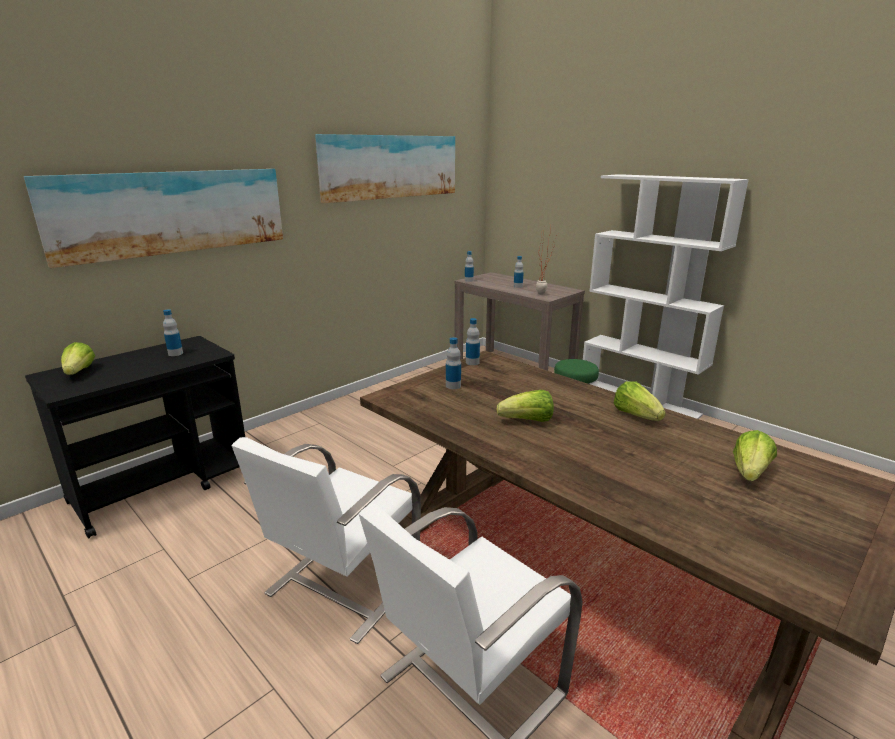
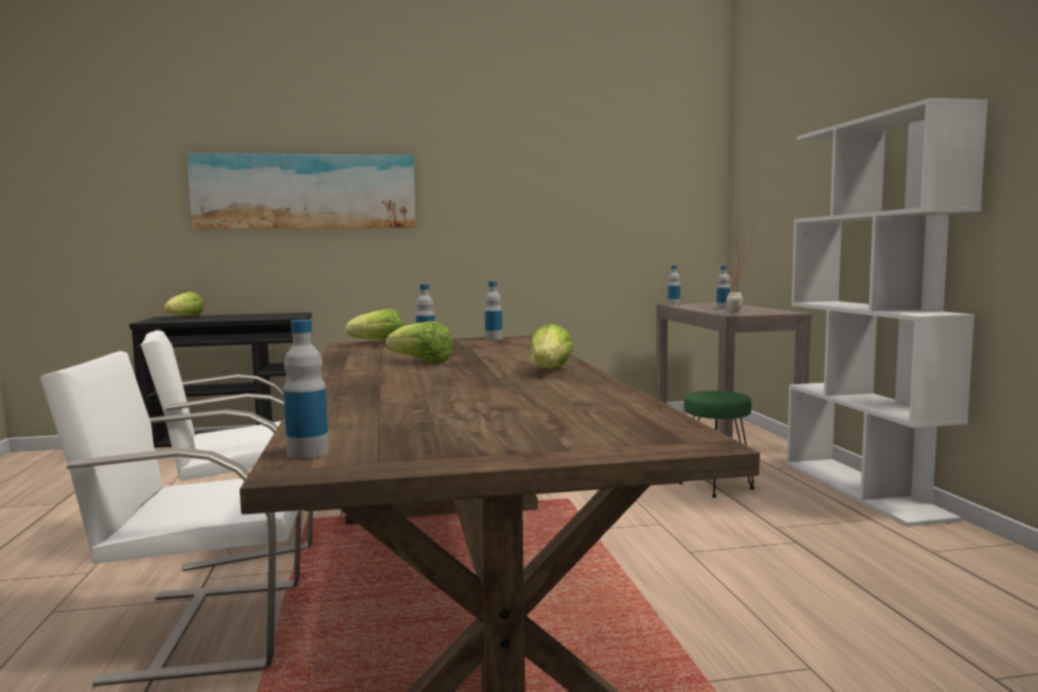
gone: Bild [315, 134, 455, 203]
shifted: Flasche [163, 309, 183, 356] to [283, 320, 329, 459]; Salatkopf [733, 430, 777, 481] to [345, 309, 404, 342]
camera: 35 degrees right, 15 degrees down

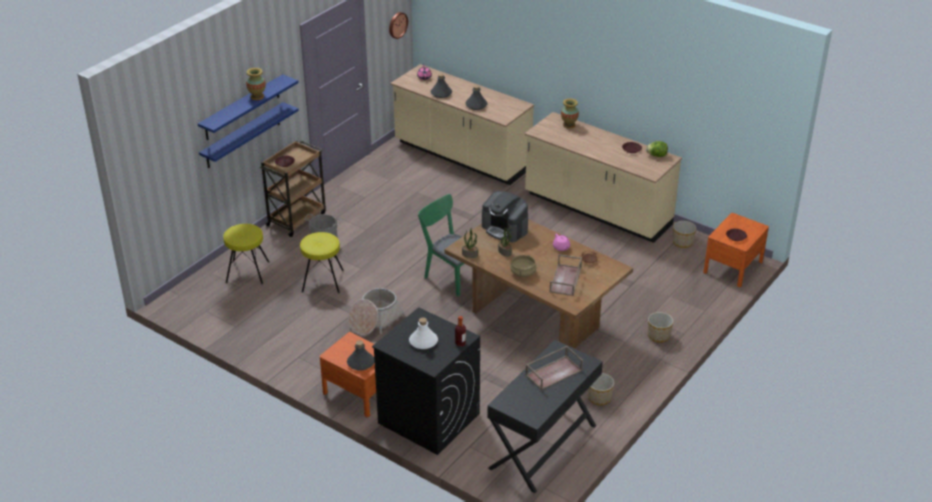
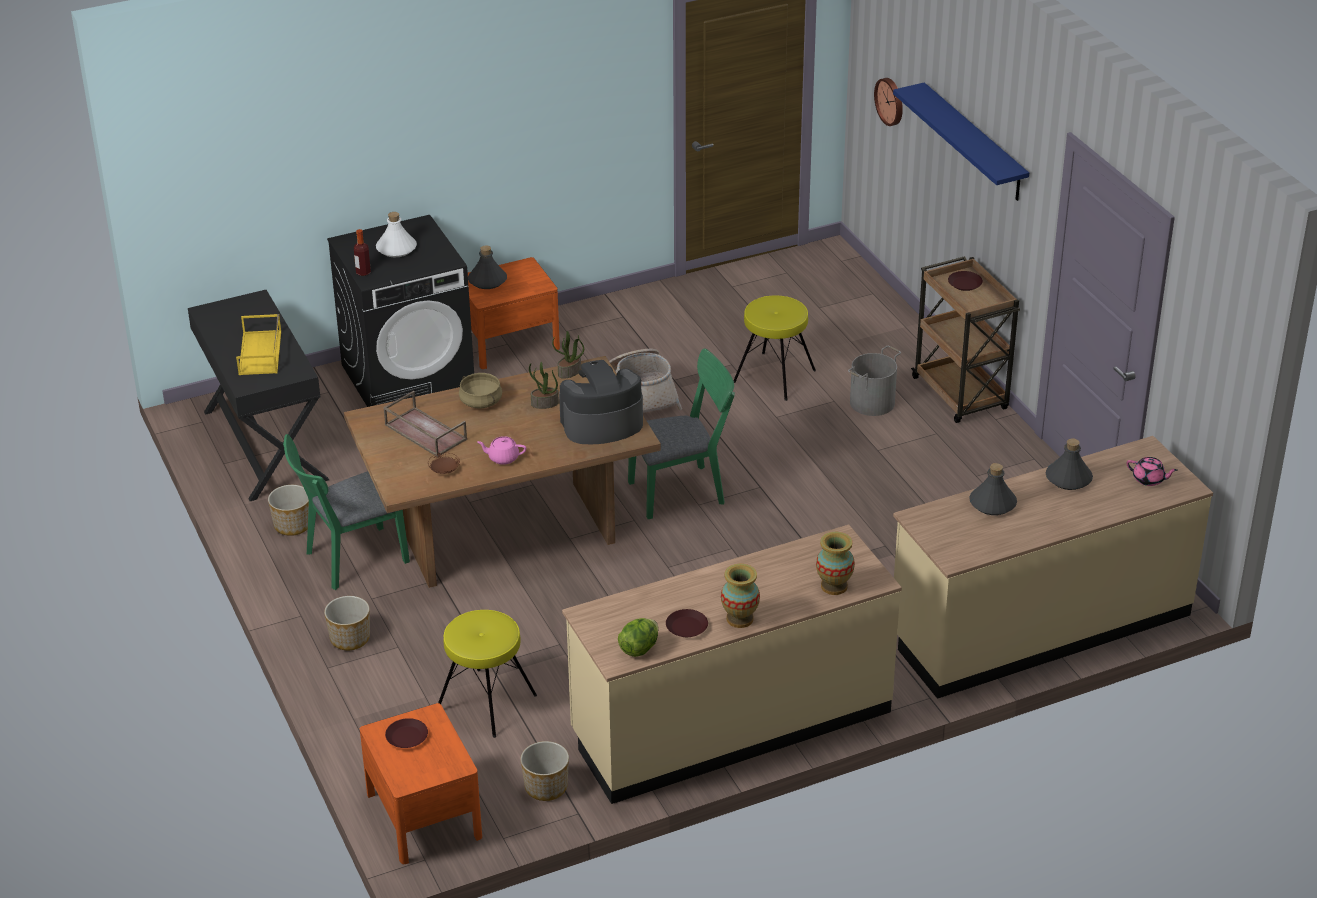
gone: Wandregal (blau) [199, 102, 299, 168]
new: Stuhl (grün) [283, 434, 410, 590]
shifted: Hocker (gelb) [223, 224, 269, 284] to [438, 610, 537, 738]; Vase [246, 68, 266, 100] to [721, 564, 760, 628]; Wanduhr [389, 12, 408, 39] to [874, 78, 903, 126]
repainted: Tablett (braun) [526, 346, 583, 390] to Tablett (gelb) [236, 314, 281, 375]
camera: 120 degrees right, 0 degrees up

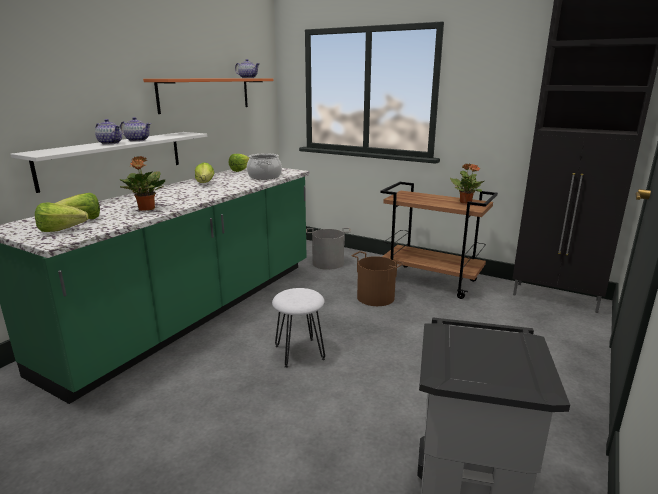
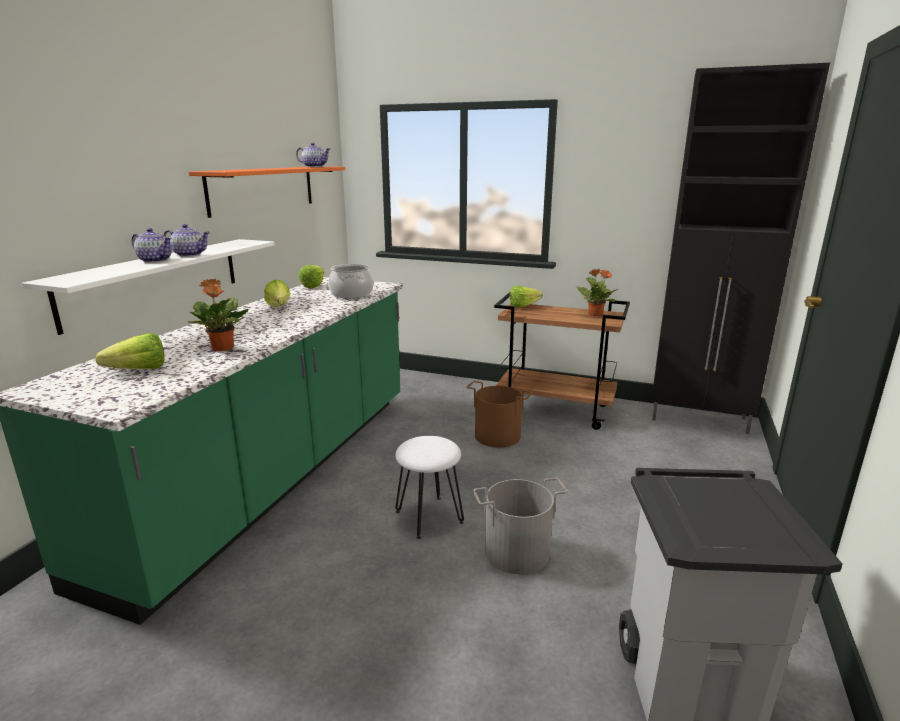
shifted: Salatkopf [35, 202, 88, 232] to [510, 286, 542, 307]; Eimer (grau) [306, 228, 351, 270] to [473, 478, 568, 574]
camera: 10 degrees left, 0 degrees up

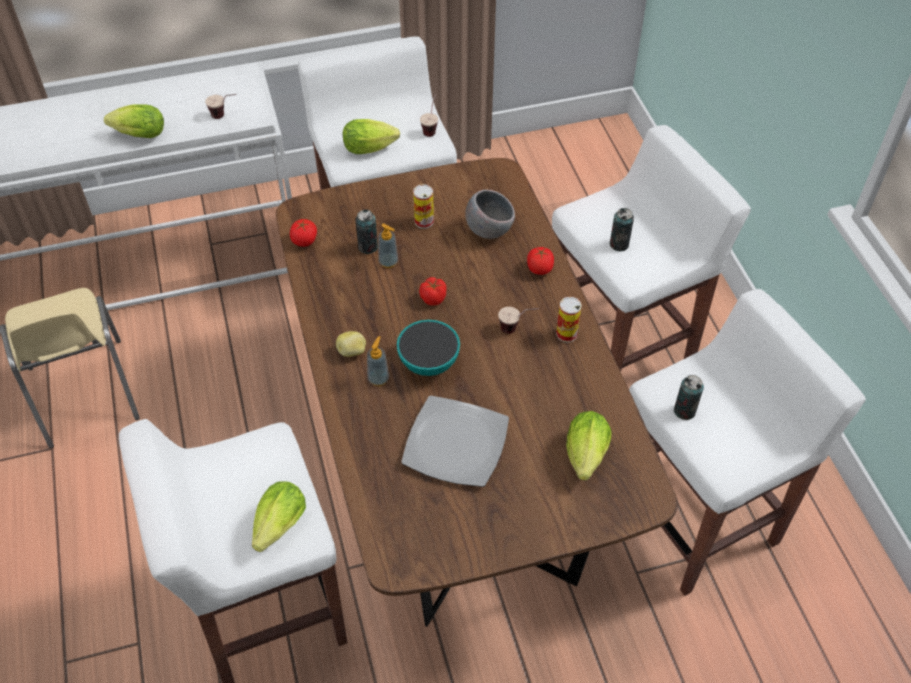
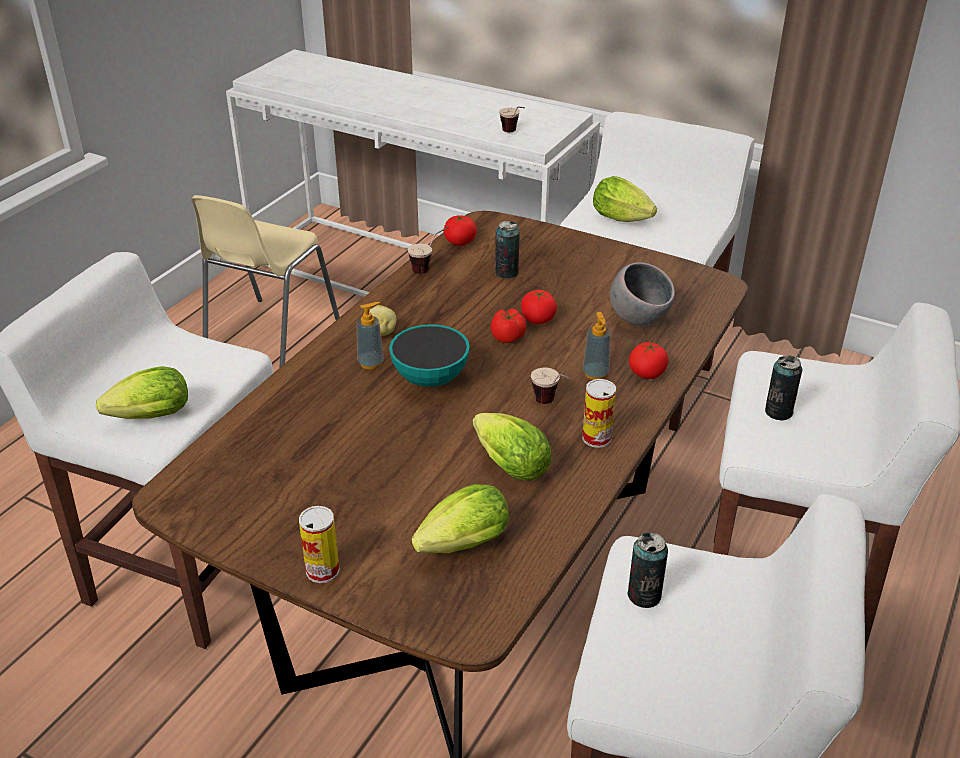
gone: Teller [401, 396, 509, 487]
new: Tomate [521, 290, 557, 324]
shifted: Salatkopf [104, 104, 164, 138] to [473, 413, 551, 481]; Seifenspender [378, 223, 398, 268] to [583, 312, 611, 380]; Dose [413, 184, 434, 229] to [299, 506, 340, 583]; Tasse [420, 94, 438, 137] to [408, 227, 448, 274]
camera: 45 degrees right, 15 degrees down

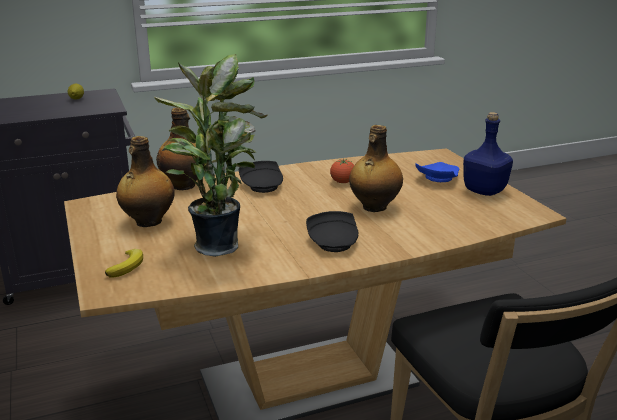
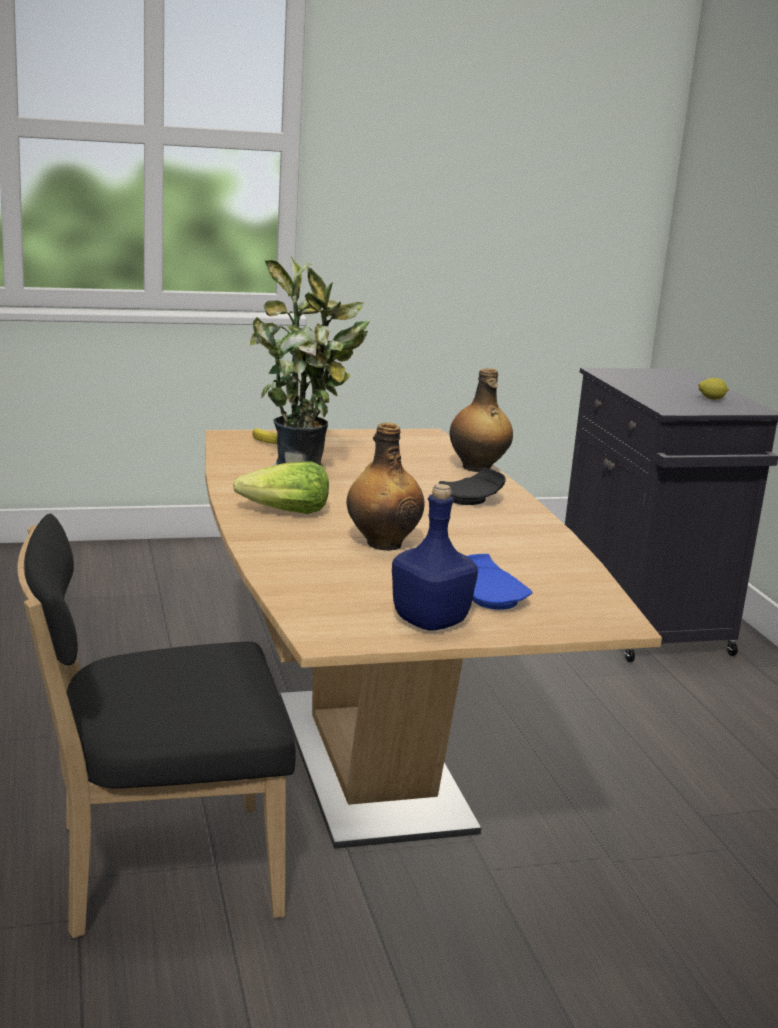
gone: Flasche [116, 136, 175, 227]; Tomate [330, 159, 354, 183]
swapped: Teller (schwarz) [306, 211, 358, 252] to Salatkopf [233, 461, 329, 514]
camera: 95 degrees right, 5 degrees down

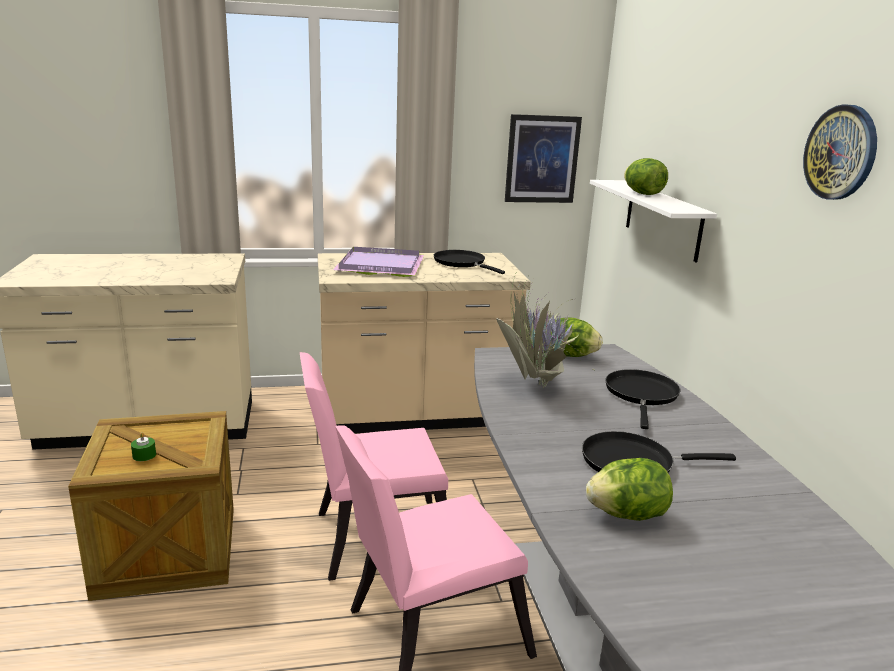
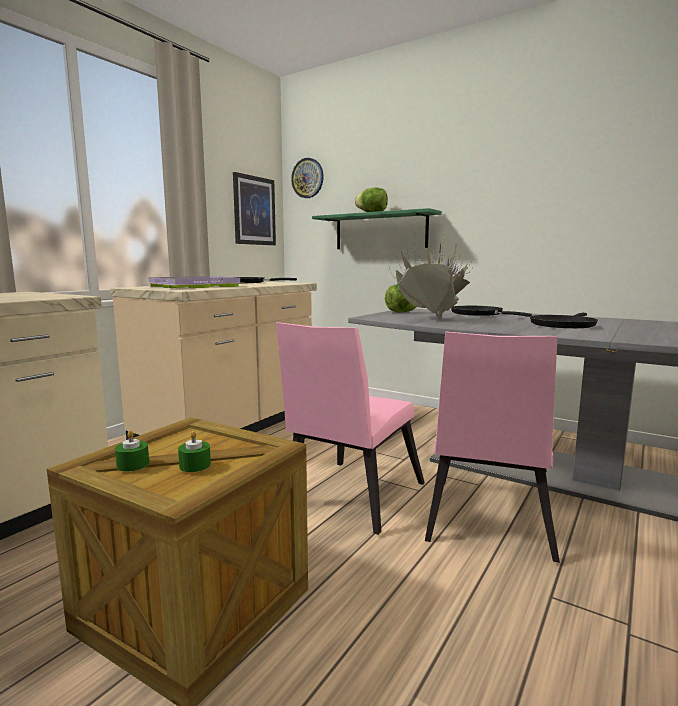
gone: Salatkopf [586, 458, 673, 521]
new: Kerze (grün) [115, 430, 149, 472]
shifted: Wanduhr [803, 104, 877, 200] to [291, 158, 324, 198]
repainted: Wandregal (weiß) [590, 180, 717, 262] to Wandregal (grün) [312, 208, 442, 249]
camera: 45 degrees left, 10 degrees down

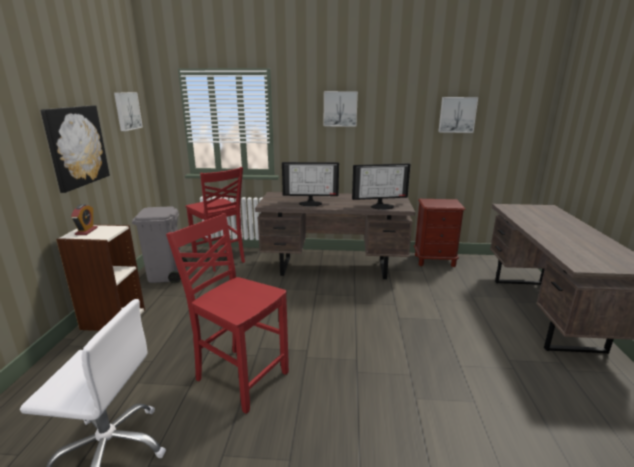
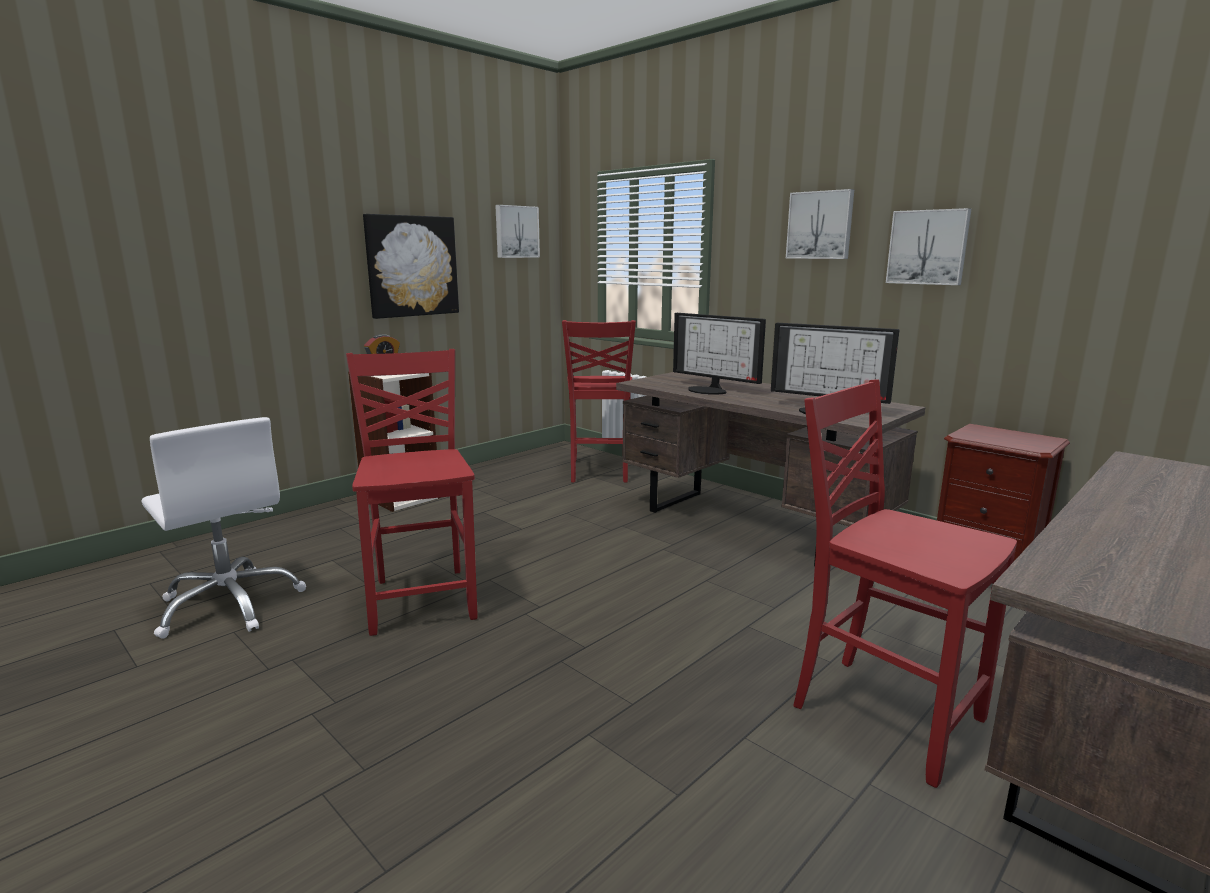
gone: Mülleimer (grau) [132, 207, 188, 283]
new: Stuhl (rot) [793, 379, 1017, 788]
shifted: Bild [438, 97, 478, 133] to [886, 208, 971, 285]
camera: 40 degrees right, 5 degrees down

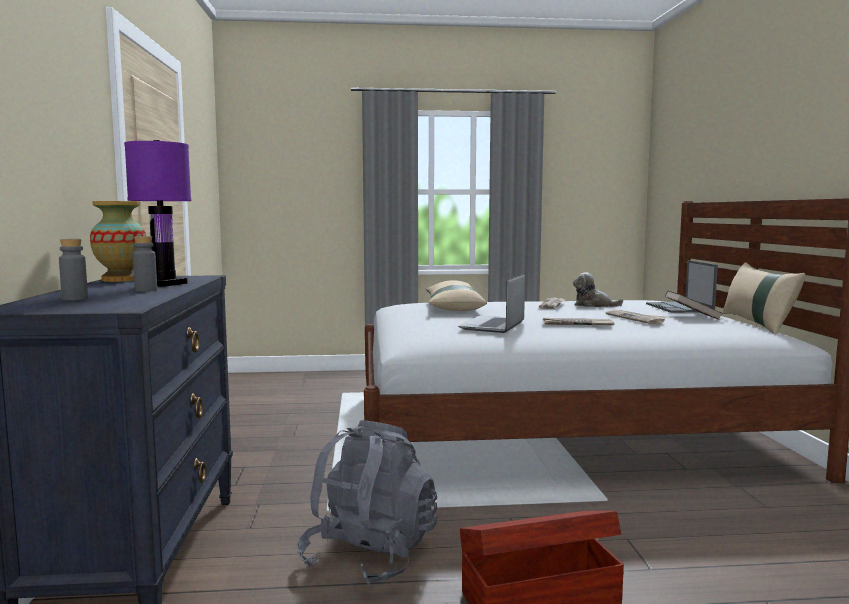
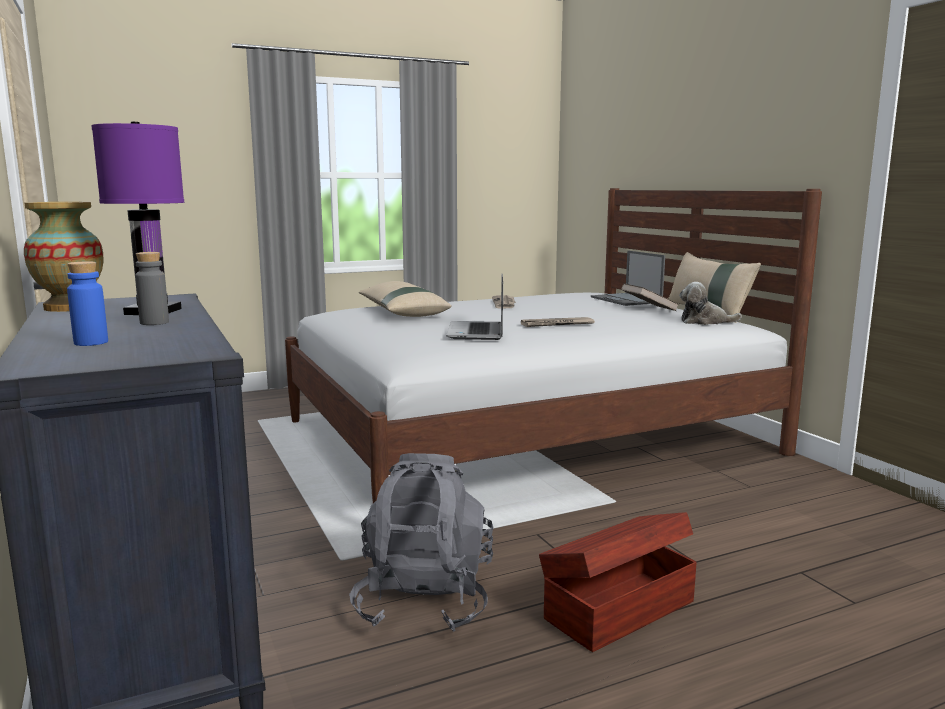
gone: Zeitung [606, 310, 667, 324]
shifted: Plüschtier [573, 272, 623, 307] to [679, 282, 742, 325]
repainted: Flasche (grau) [59, 239, 88, 301] to Flasche (blau) [67, 261, 108, 346]
camera: 20 degrees left, 5 degrees up

